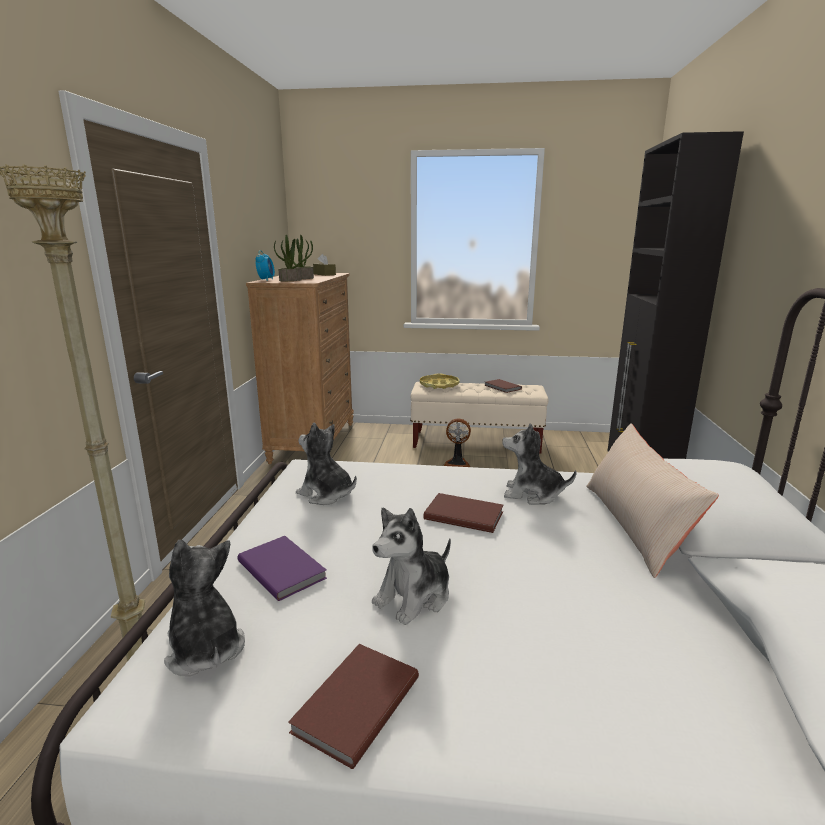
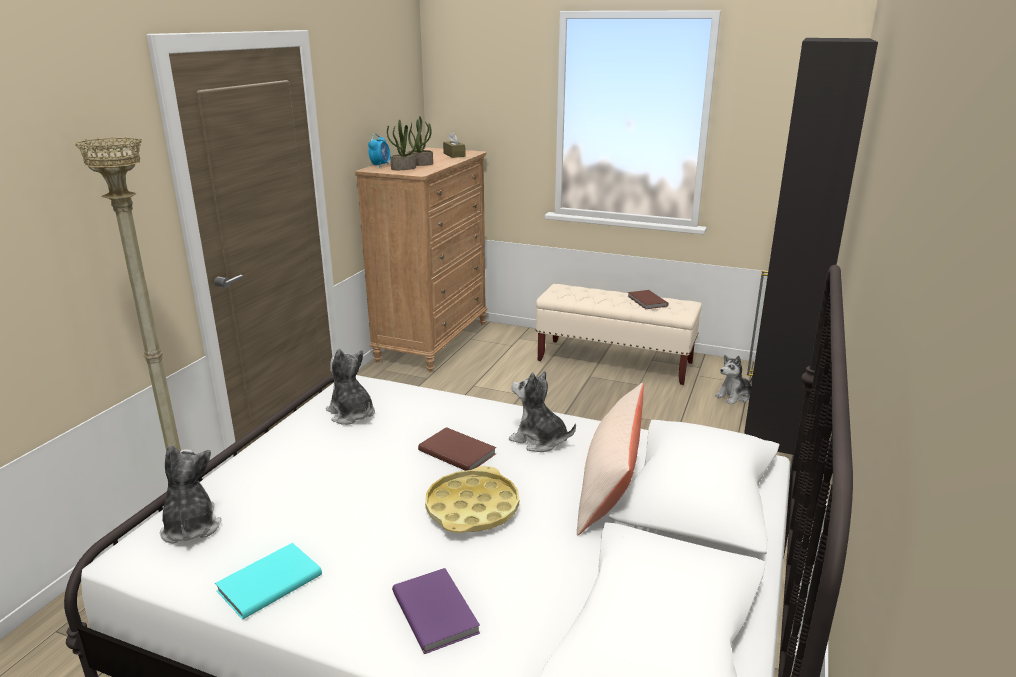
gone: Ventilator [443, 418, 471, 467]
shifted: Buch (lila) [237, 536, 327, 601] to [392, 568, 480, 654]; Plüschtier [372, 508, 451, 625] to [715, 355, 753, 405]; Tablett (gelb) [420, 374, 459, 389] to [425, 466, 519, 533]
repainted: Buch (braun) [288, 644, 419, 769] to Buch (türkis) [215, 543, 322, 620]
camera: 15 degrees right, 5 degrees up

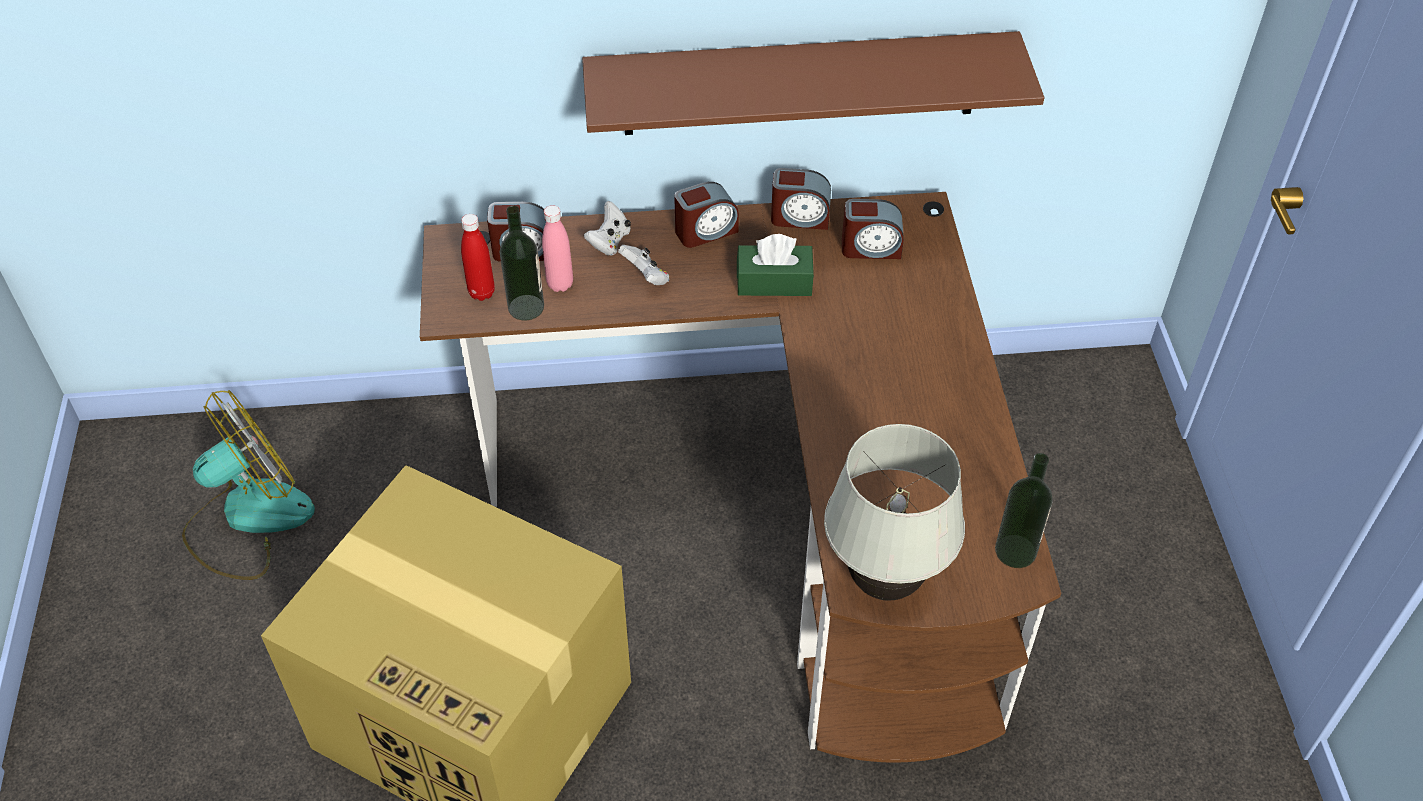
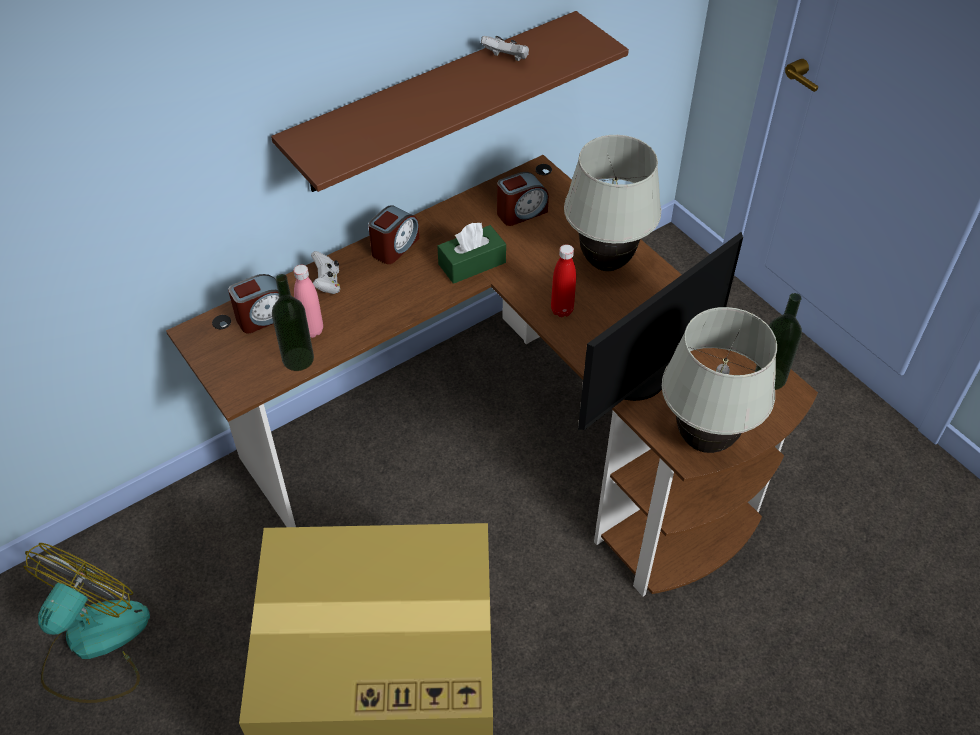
gone: Wecker [771, 168, 831, 230]
new: Tischlampe (weiß) [564, 135, 661, 271]; Monitor [578, 232, 743, 430]
shifted: Flasche (rot) [461, 214, 495, 301] to [551, 244, 576, 317]; Gamepad (weiß) [618, 245, 669, 285] to [481, 36, 529, 61]
camera: 30 degrees left, 0 degrees up

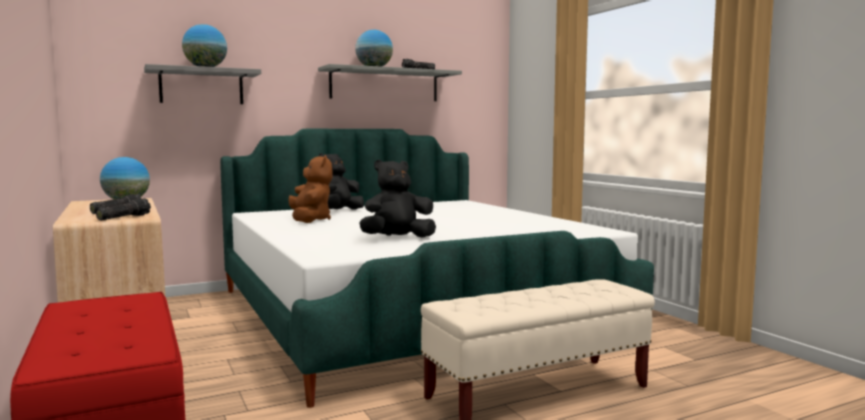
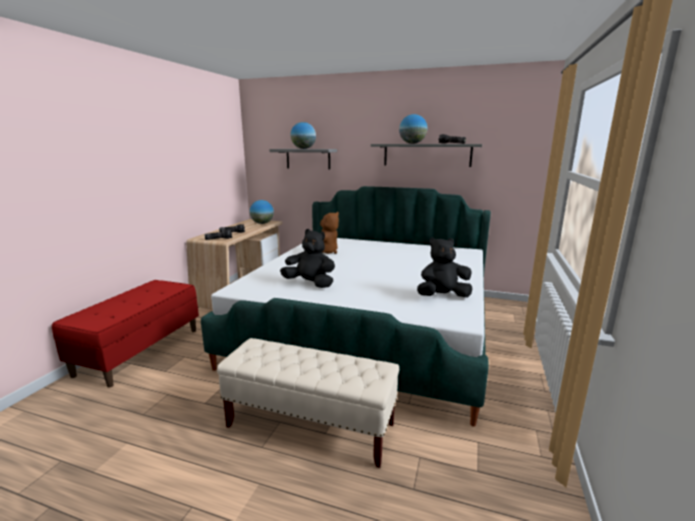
shifted: Plüschtier (schwarz) [319, 153, 364, 210] to [417, 237, 472, 297]
camera: 45 degrees right, 10 degrees up

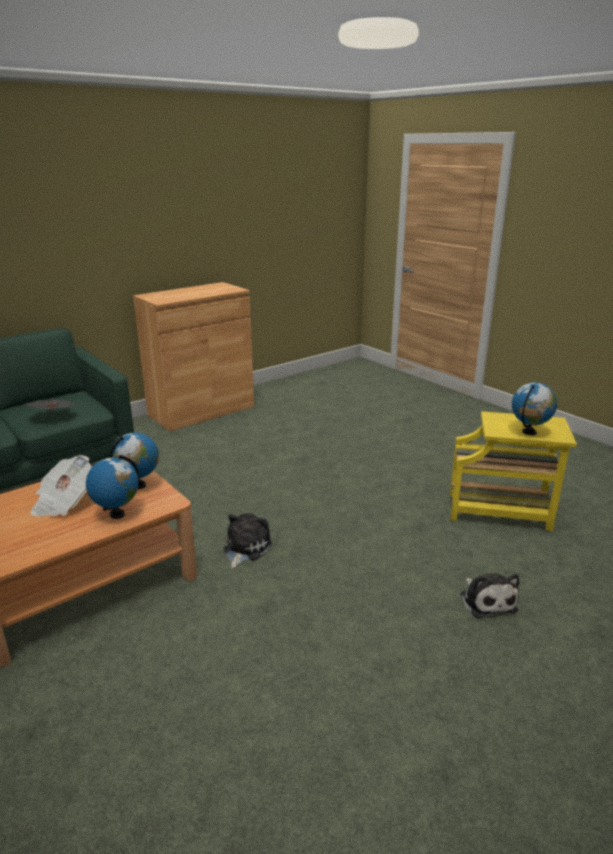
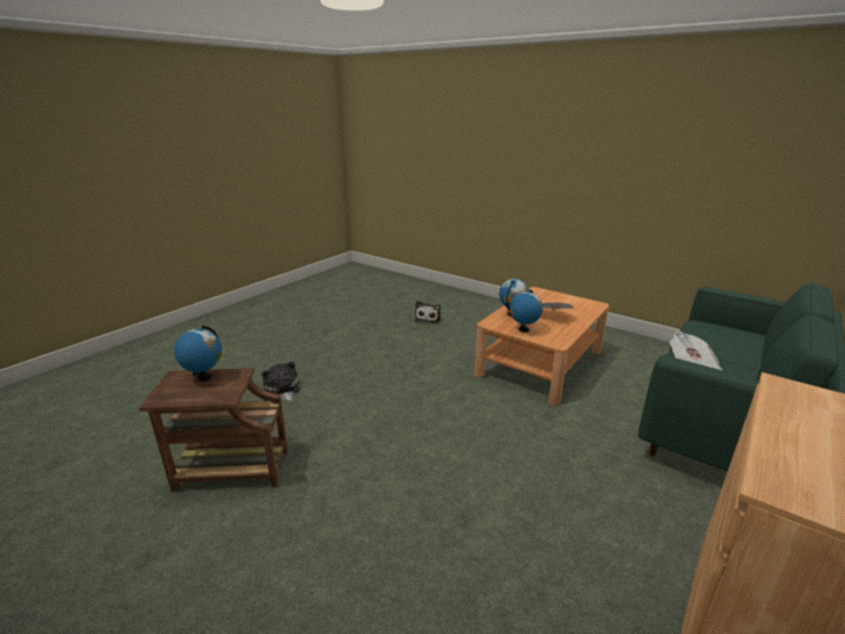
shifted: Plüschtier [223, 513, 272, 568] to [415, 301, 441, 323]
repainted: Beistelltisch (gelb) [450, 411, 577, 531] to Beistelltisch (braun) [139, 368, 288, 492]
camera: 165 degrees right, 0 degrees up

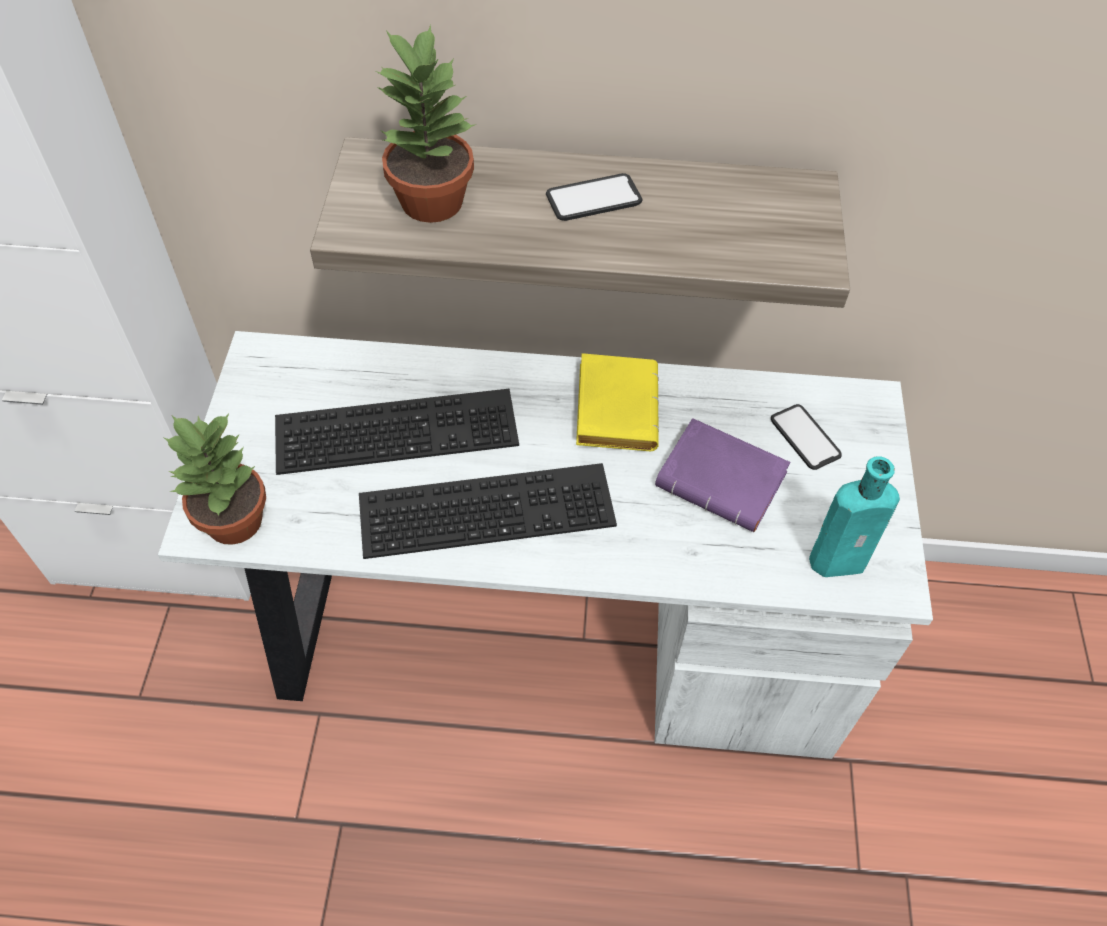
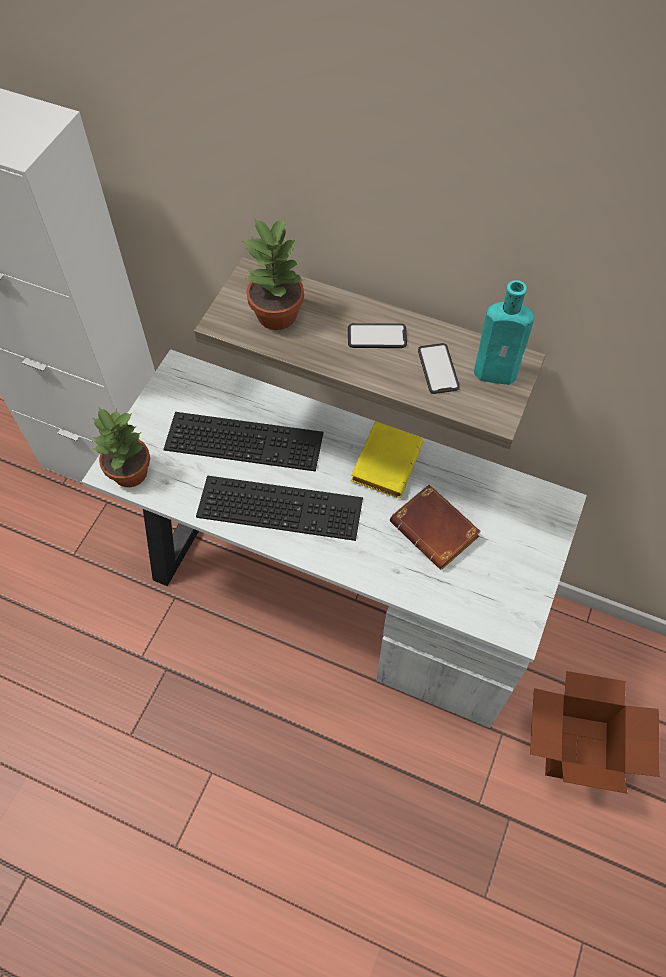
new: Karton [530, 671, 660, 794]
shifted: Handy [771, 404, 842, 470] to [418, 343, 460, 394]; Flasche (türkis) [809, 456, 900, 577] to [474, 280, 534, 385]
repainted: Buch (lila) [655, 418, 790, 532] to Buch (braun) [390, 484, 481, 570]
camera: 20 degrees right, 5 degrees up

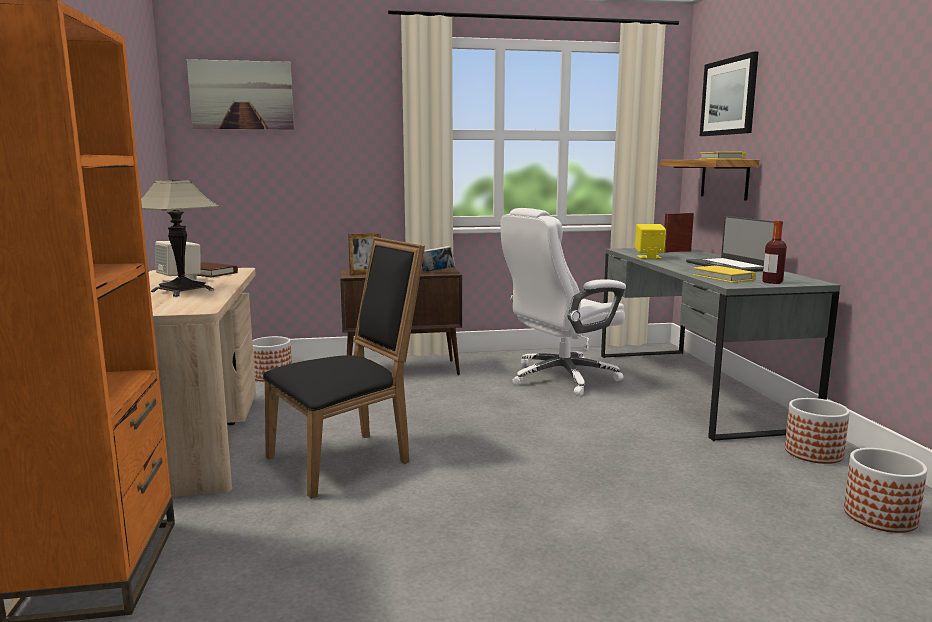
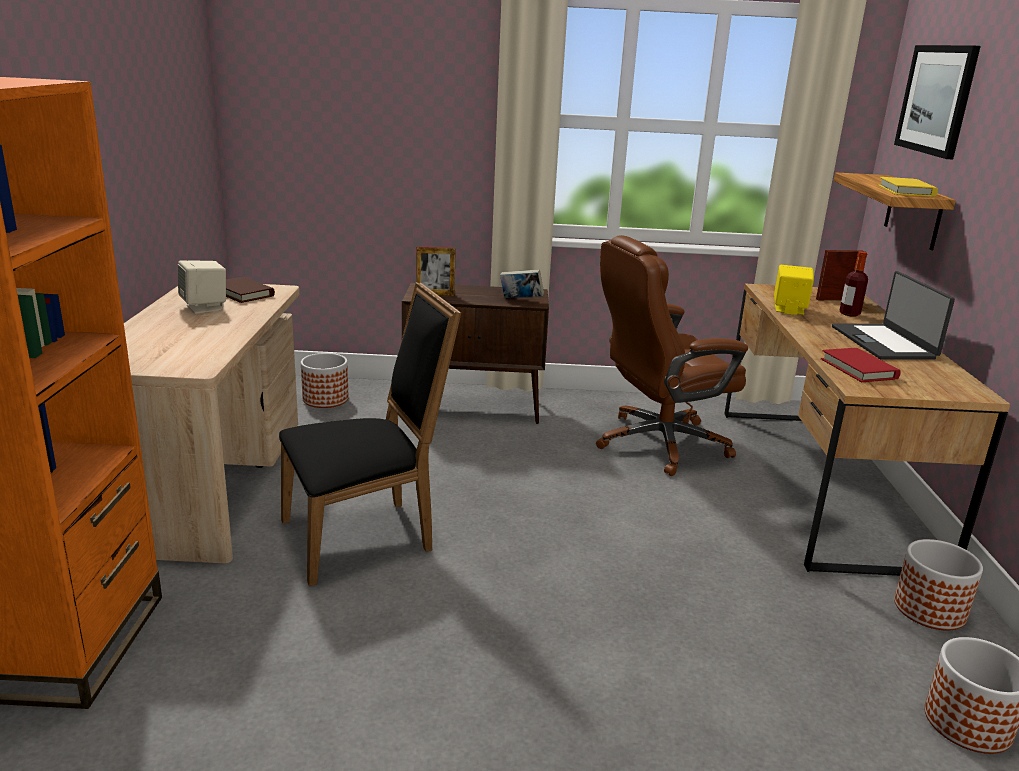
gone: Tischlampe [141, 180, 219, 297]; Bild [187, 59, 294, 130]
shifted: Flasche [762, 221, 787, 284] to [839, 251, 868, 317]
repainted: Bürostuhl (weiß) [501, 208, 626, 396] to Bürostuhl (braun) [596, 235, 748, 476]; Schreibtisch (grau) [601, 248, 840, 441] to Schreibtisch (braun) [724, 284, 1010, 576]; Buch (gelb) [693, 266, 756, 283] to Buch (rot) [821, 348, 901, 382]
camera: 10 degrees right, 10 degrees up

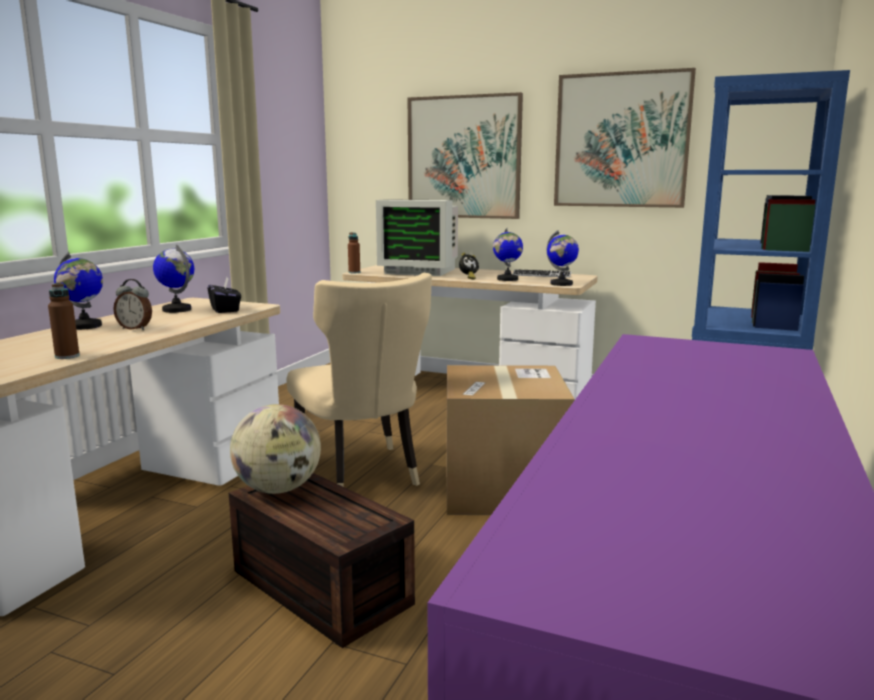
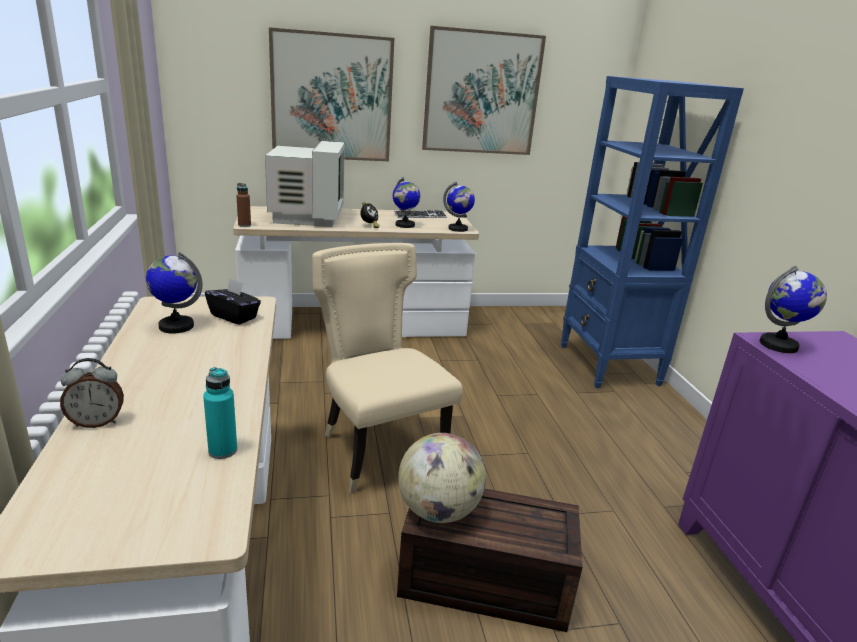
gone: Karton [447, 365, 575, 515]
shifted: Globus [54, 252, 103, 330] to [760, 266, 827, 353]; Wecker [113, 279, 152, 330] to [60, 358, 124, 428]
repainted: Flasche (braun) [48, 283, 80, 359] to Flasche (türkis) [203, 367, 237, 459]
rotated: Stuhl (beige) [286, 273, 432, 487] = [312, 243, 463, 494] 150 degrees counterclockwise; Monitor [376, 199, 458, 276] = [265, 141, 345, 227] 75 degrees counterclockwise
camera: 35 degrees left, 10 degrees up

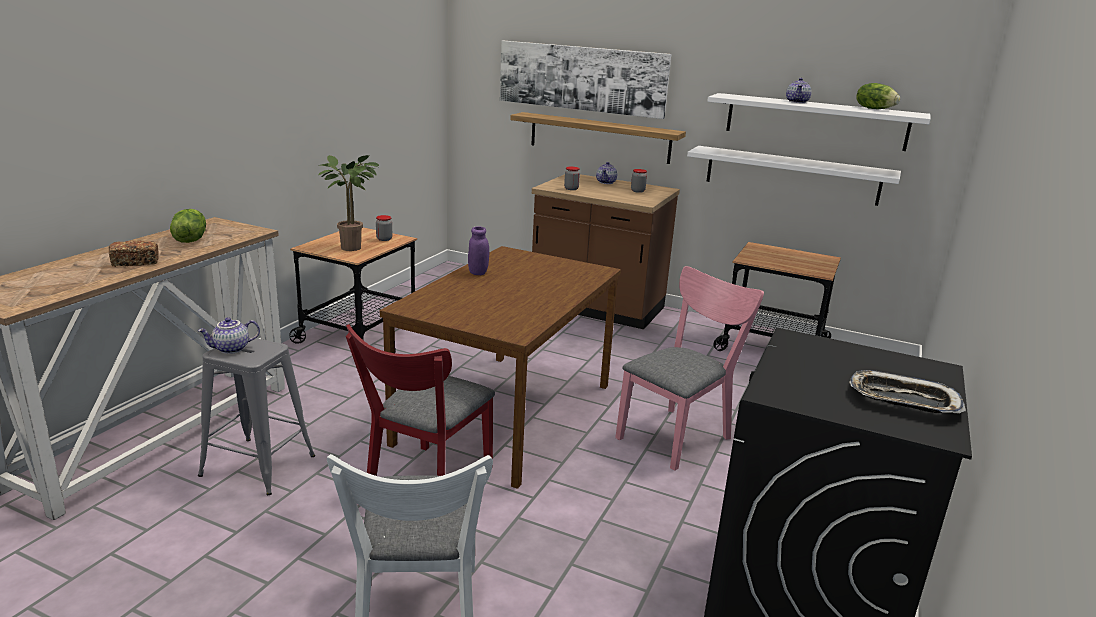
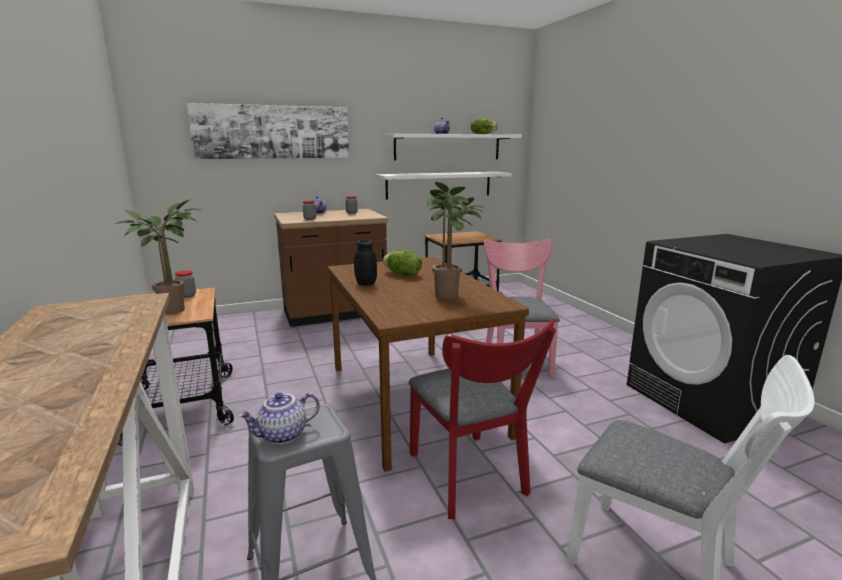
gone: Brot [109, 240, 159, 267]; Wandregal [510, 112, 686, 164]; Tablett [849, 370, 966, 414]
new: Topfpflanze [425, 182, 485, 299]
shifted: Salatkopf [170, 209, 206, 243] to [383, 250, 422, 276]
repainted: Vorratsglas (lila) [468, 226, 489, 275] to Vorratsglas (schwarz) [354, 240, 377, 286]
rotated: Teekanne [198, 318, 260, 354] = [238, 393, 320, 444] 45 degrees clockwise
camera: 45 degrees left, 5 degrees down

